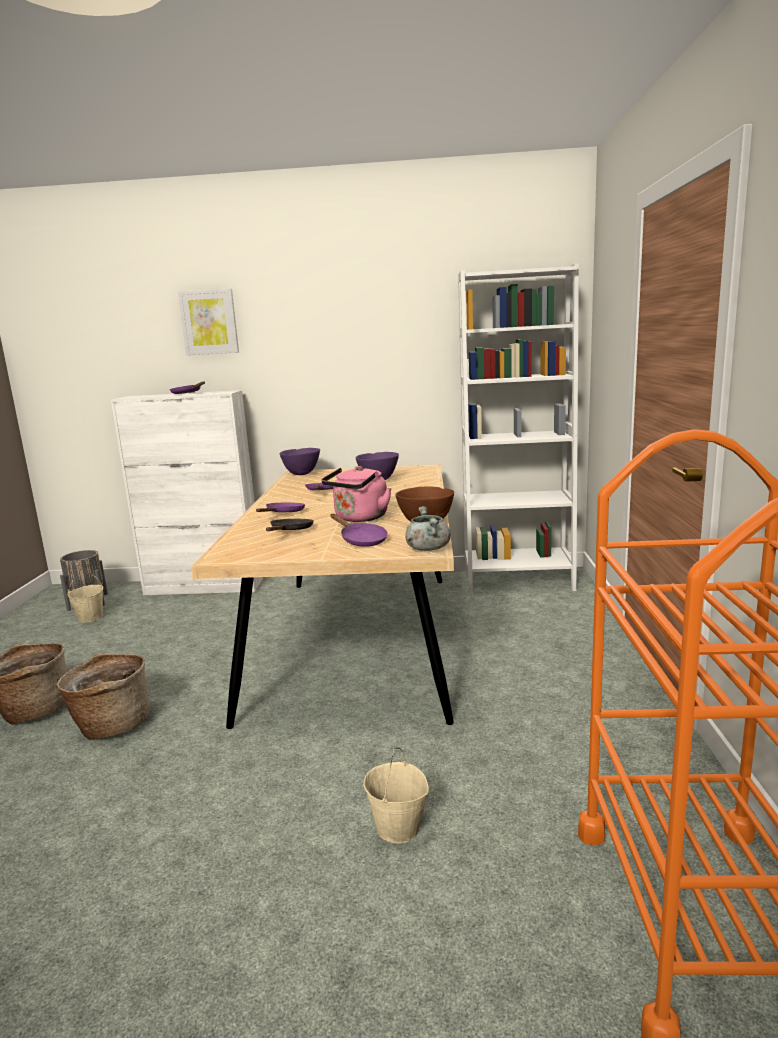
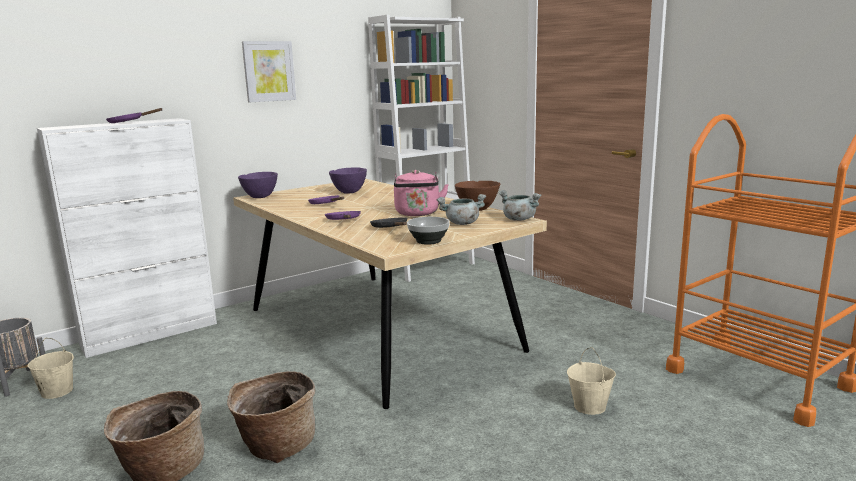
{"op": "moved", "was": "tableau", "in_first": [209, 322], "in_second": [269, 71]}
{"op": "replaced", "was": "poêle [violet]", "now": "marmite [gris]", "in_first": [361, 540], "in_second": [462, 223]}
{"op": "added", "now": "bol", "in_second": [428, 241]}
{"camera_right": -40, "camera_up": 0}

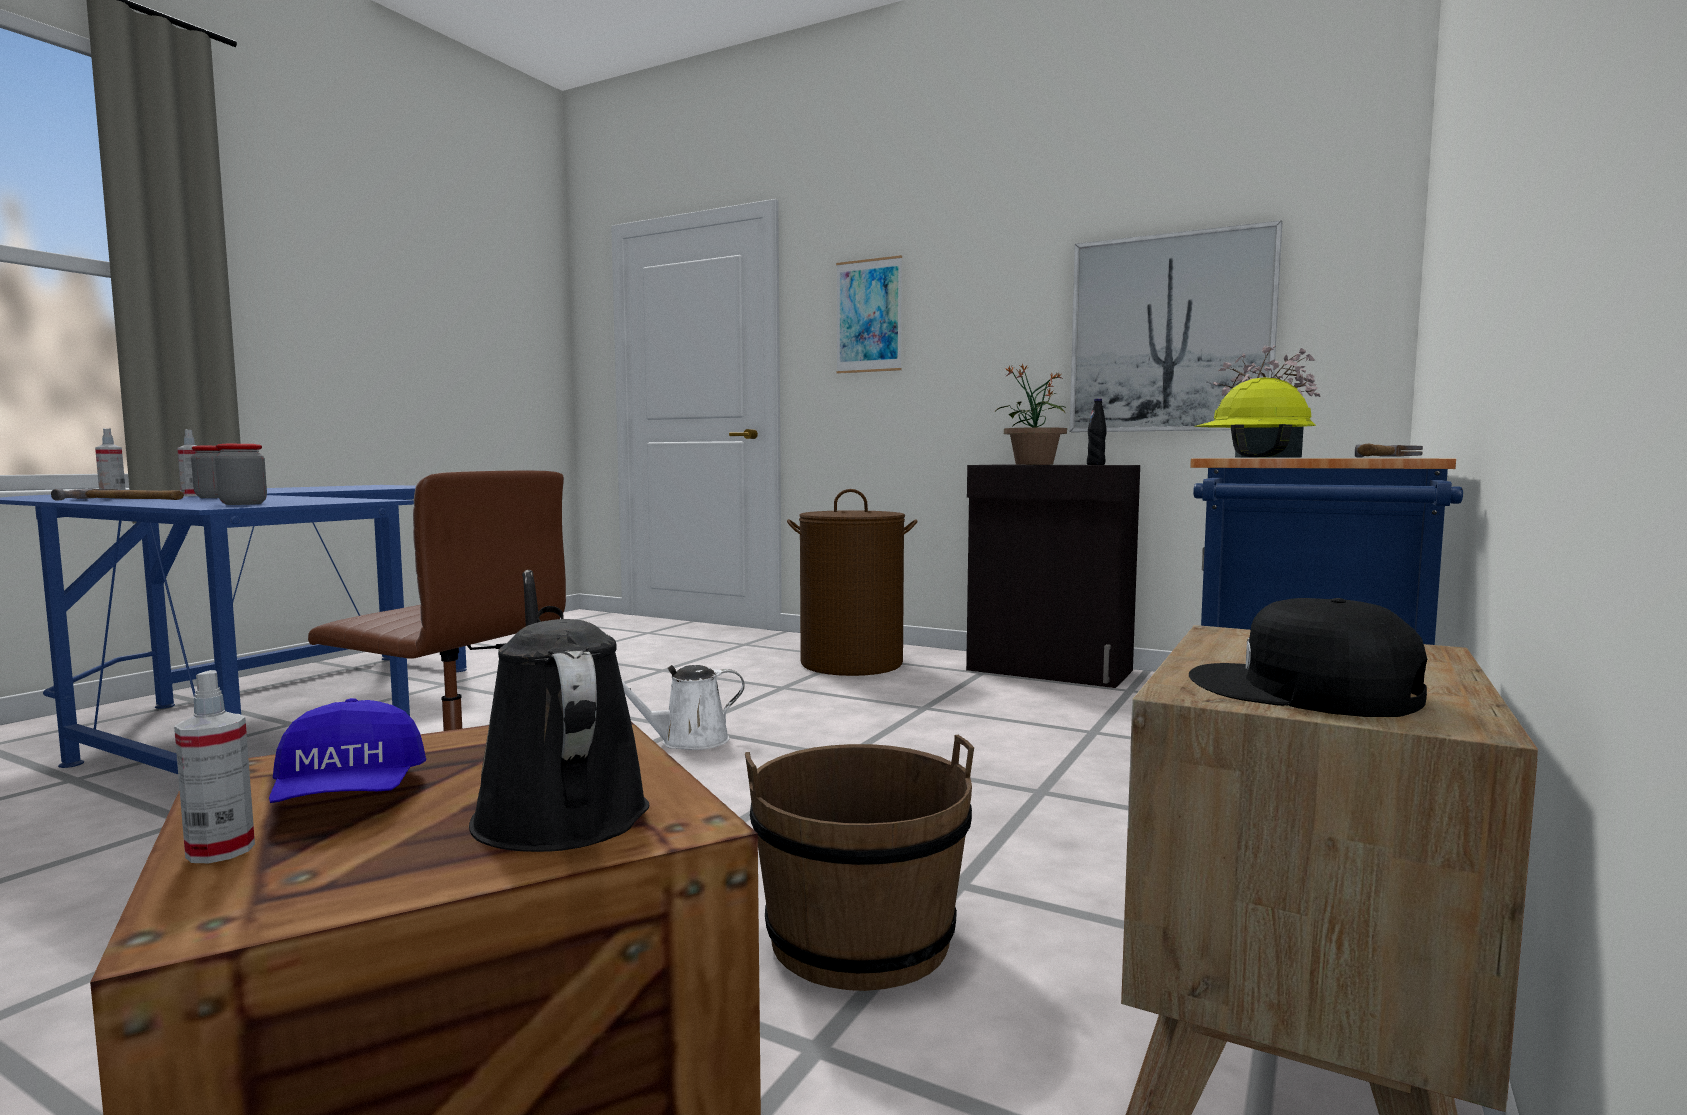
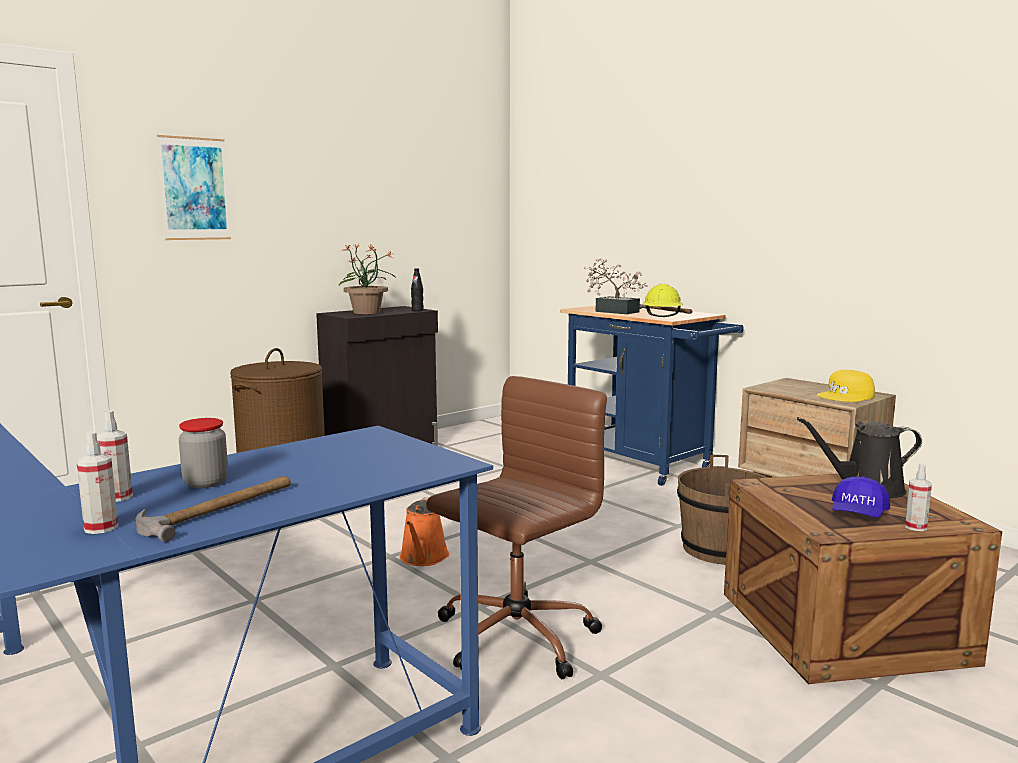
{"op": "removed", "was": "tableau", "in_first": [1170, 334]}
{"op": "removed", "was": "bocal", "in_first": [243, 504]}
{"op": "recoloured", "was": "casquette [noir]", "now": "casquette [jaune]", "in_first": [1304, 691], "in_second": [846, 396]}
{"op": "recoloured", "was": "arrosoir [blanc]", "now": "arrosoir [orange]", "in_first": [687, 741], "in_second": [423, 558]}
{"op": "turned", "was": "casquette [bleu]", "in_first": [349, 796], "in_second": [858, 515], "clockwise": 120}
{"camera_right": -70, "camera_up": 5}

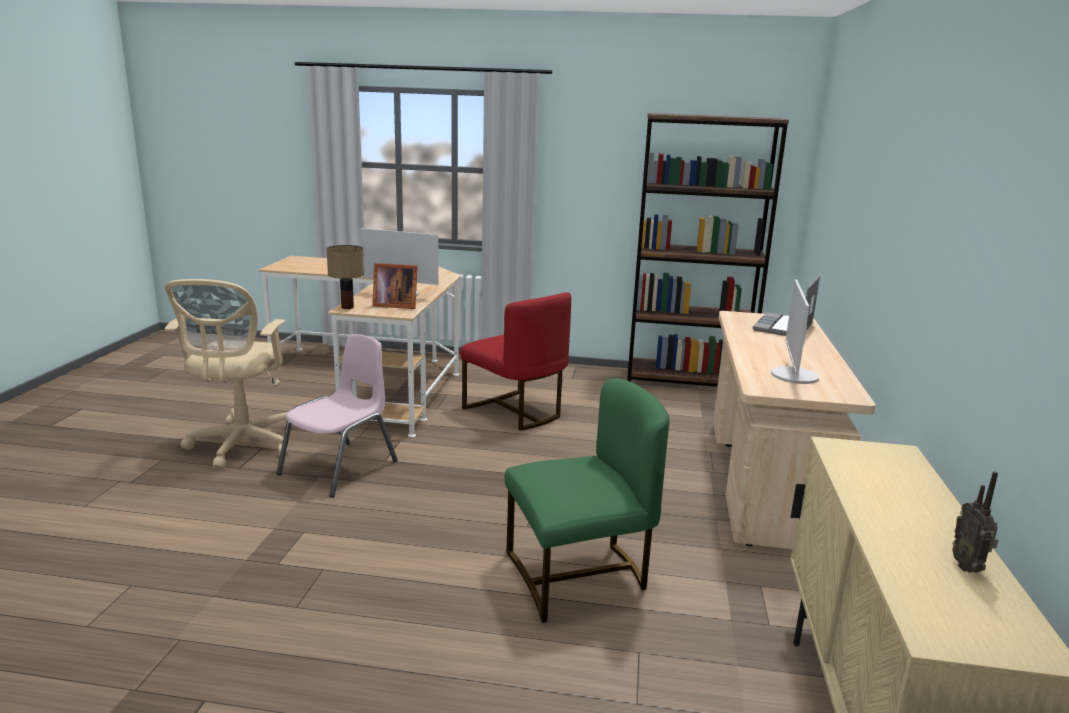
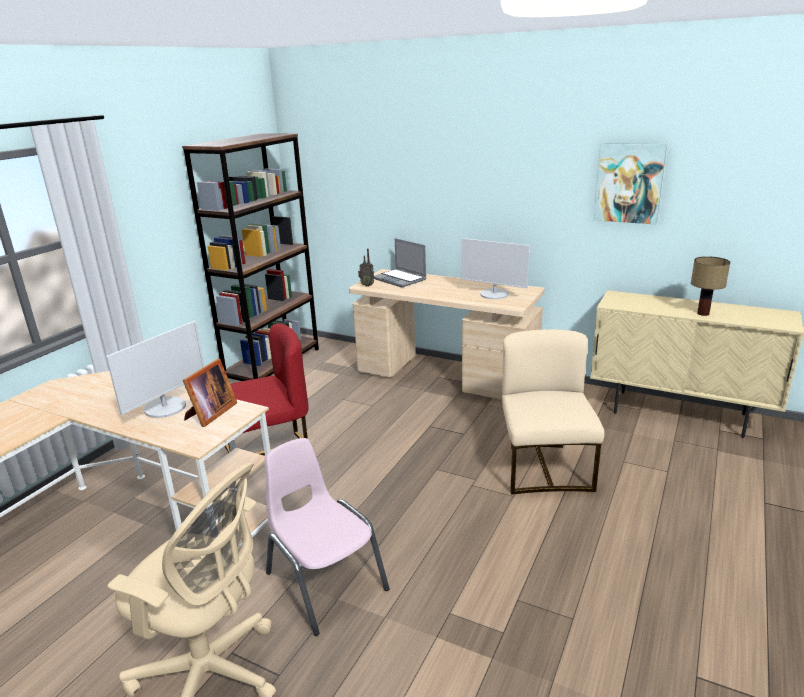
{"op": "moved", "was": "lampe de table", "in_first": [348, 307], "in_second": [703, 313]}
{"op": "recoloured", "was": "chaise [vert]", "now": "chaise [beige]", "in_first": [578, 576], "in_second": [544, 468]}
{"op": "moved", "was": "radio", "in_first": [968, 567], "in_second": [367, 285]}
{"op": "added", "now": "tableau", "in_second": [629, 183]}
{"camera_right": -70, "camera_up": 5}

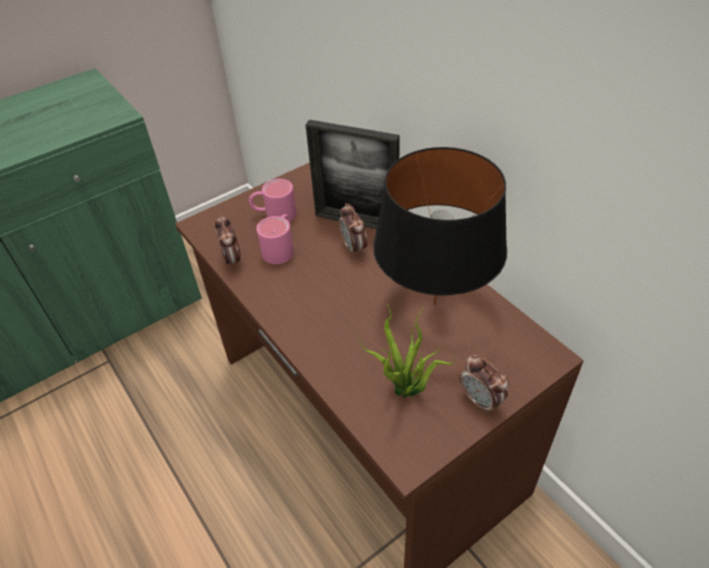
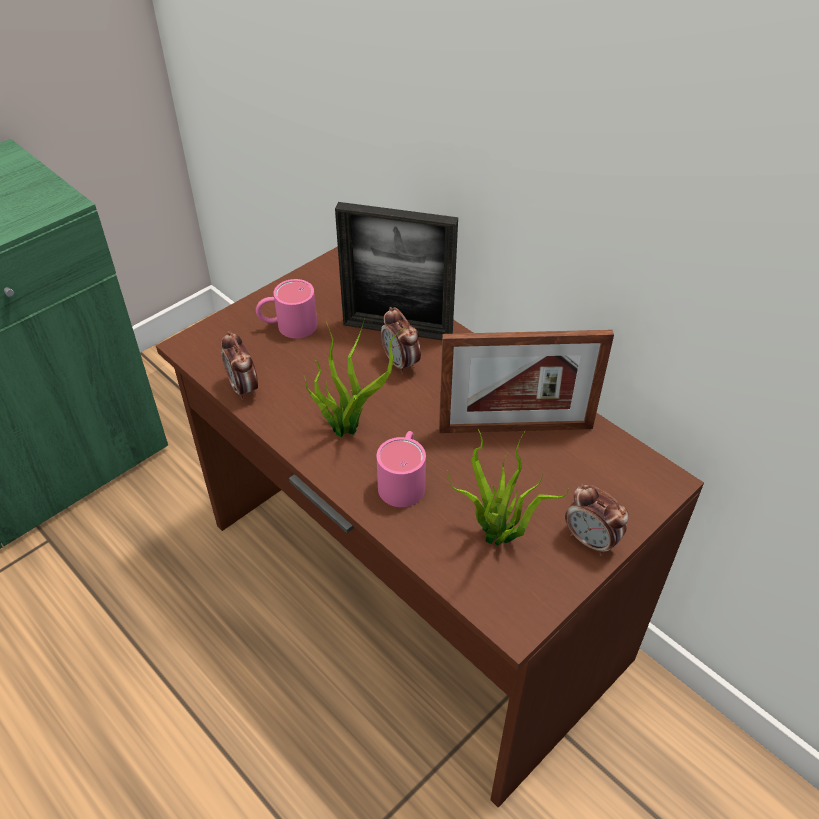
{"op": "replaced", "was": "lampe de table [noir]", "now": "cadre photo", "in_first": [435, 304], "in_second": [515, 428]}
{"op": "moved", "was": "mug [rose]", "in_first": [281, 248], "in_second": [404, 479]}
{"op": "added", "now": "plante en pot", "in_second": [349, 426]}
{"camera_right": -10, "camera_up": 0}

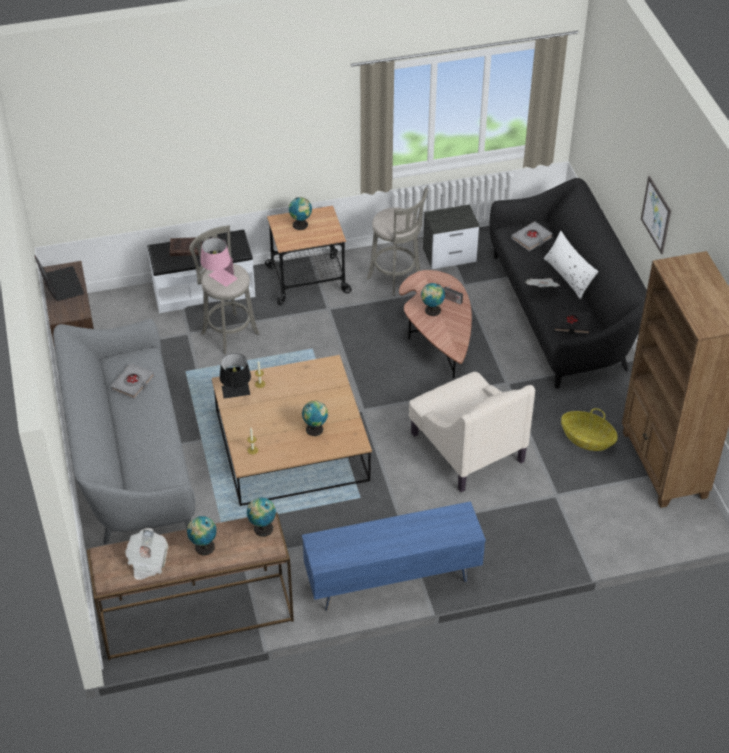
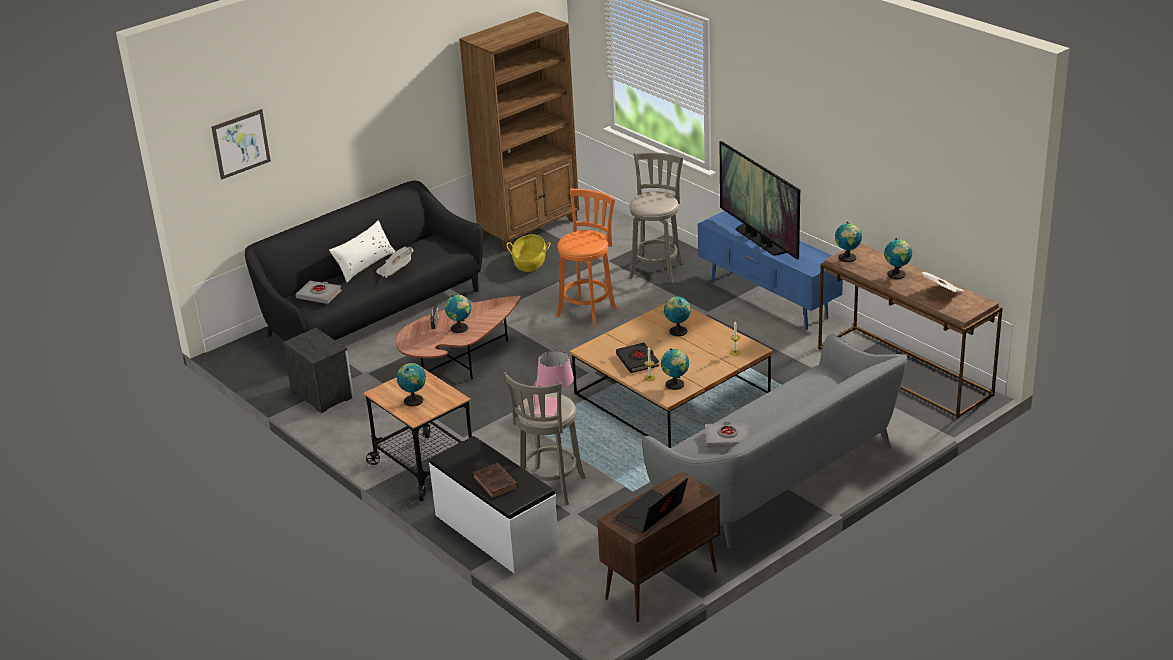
{"op": "moved", "was": "tableau", "in_first": [656, 214], "in_second": [241, 144]}
{"op": "moved", "was": "tabouret [gris]", "in_first": [396, 278], "in_second": [657, 269]}
{"op": "moved", "was": "livre [noir]", "in_first": [571, 324], "in_second": [637, 360]}
{"op": "replaced", "was": "lampe de table [noir]", "now": "globe", "in_first": [236, 394], "in_second": [676, 385]}
{"op": "replaced", "was": "fauteuil [beige]", "now": "tabouret [orange]", "in_first": [466, 446], "in_second": [588, 311]}
{"op": "added", "now": "téléviseur", "in_second": [760, 240]}
{"camera_right": -115, "camera_up": -15}

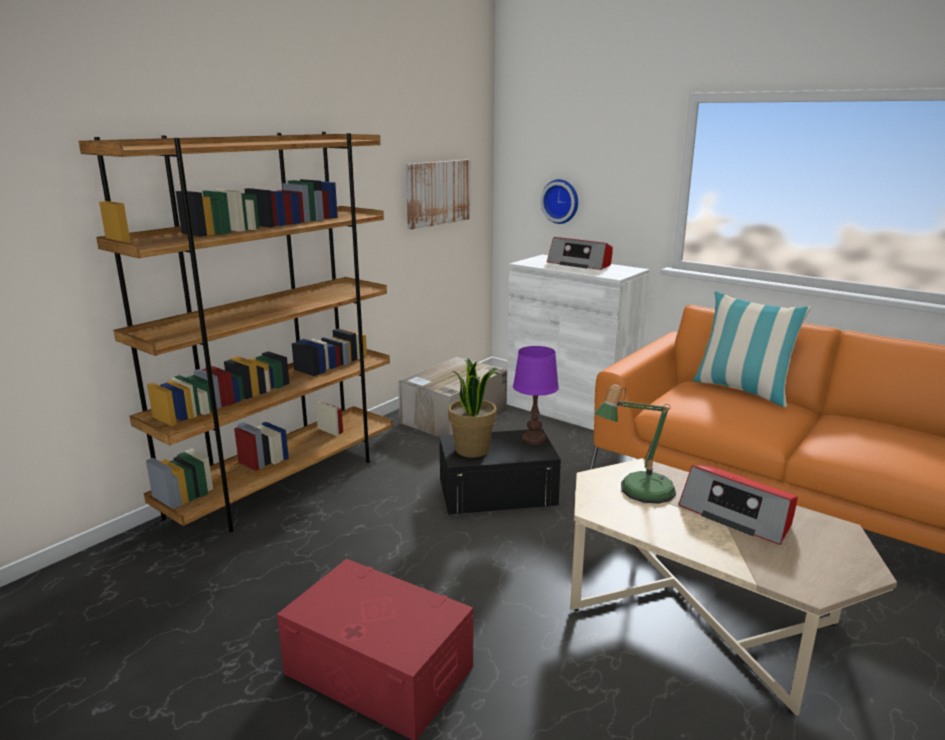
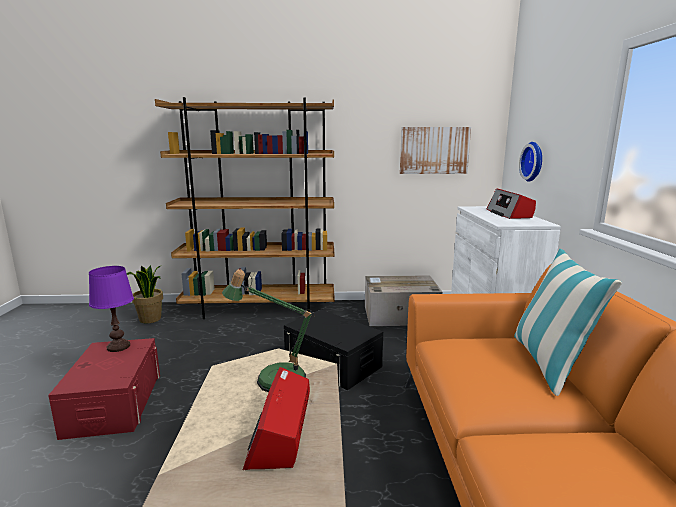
{"op": "moved", "was": "lampe de table [violet]", "in_first": [534, 439], "in_second": [118, 347]}
{"op": "moved", "was": "plante en pot", "in_first": [473, 450], "in_second": [150, 319]}
{"camera_right": 50, "camera_up": -5}

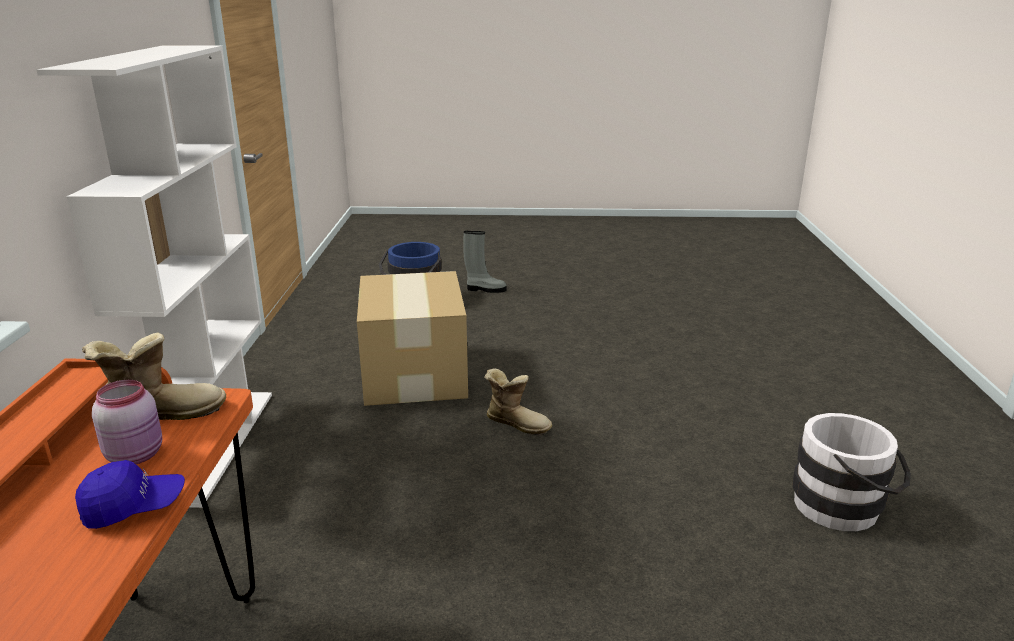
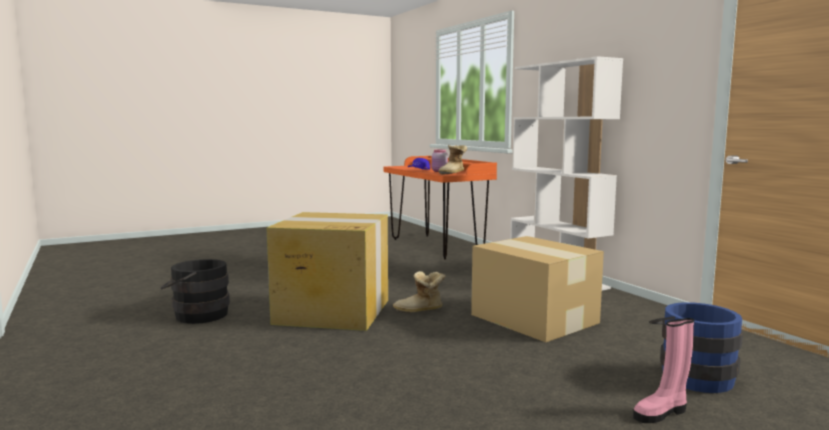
{"op": "recoloured", "was": "botte [gris]", "now": "botte [rose]", "in_first": [485, 289], "in_second": [661, 413]}
{"op": "recoloured", "was": "seau [blanc]", "now": "seau [noir]", "in_first": [844, 508], "in_second": [196, 315]}
{"op": "added", "now": "carton", "in_second": [331, 311]}
{"camera_right": 150, "camera_up": -15}

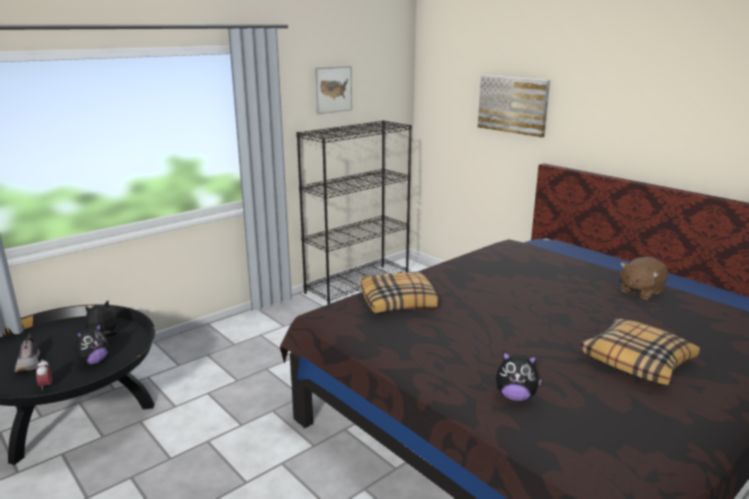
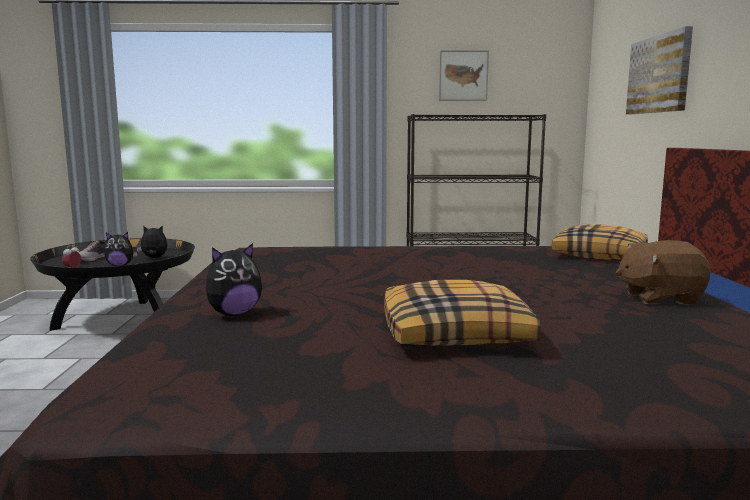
{"op": "moved", "was": "coussin", "in_first": [398, 301], "in_second": [600, 255]}
{"op": "turned", "was": "peluche", "in_first": [515, 396], "in_second": [234, 314], "clockwise": -90}
{"camera_right": 40, "camera_up": -10}

